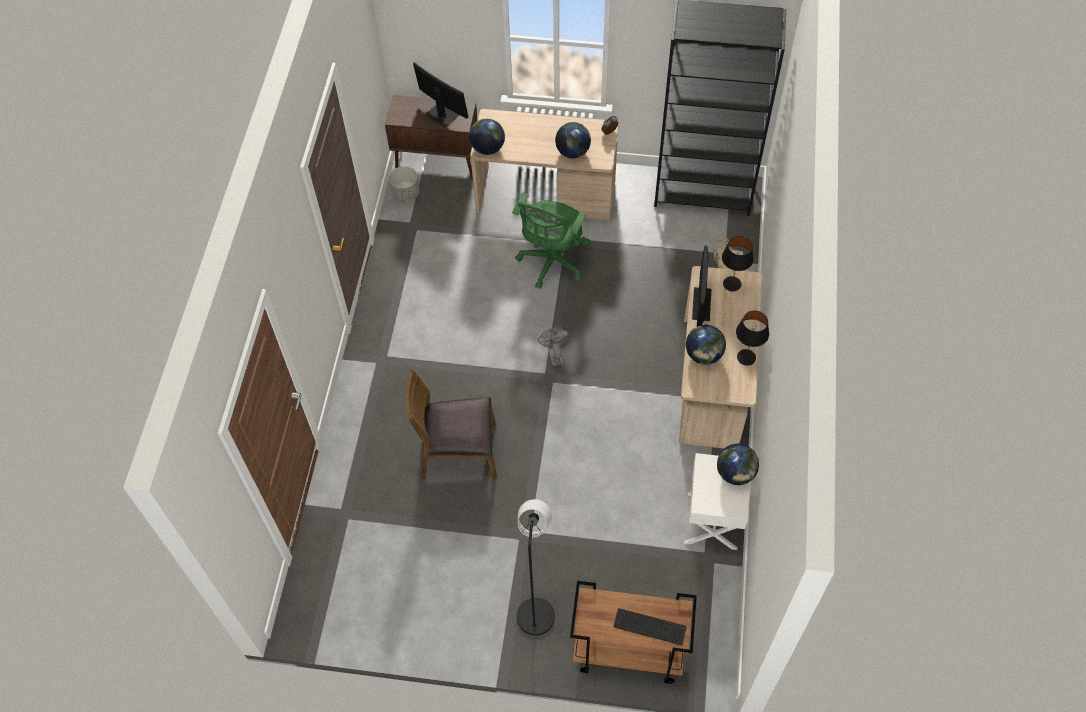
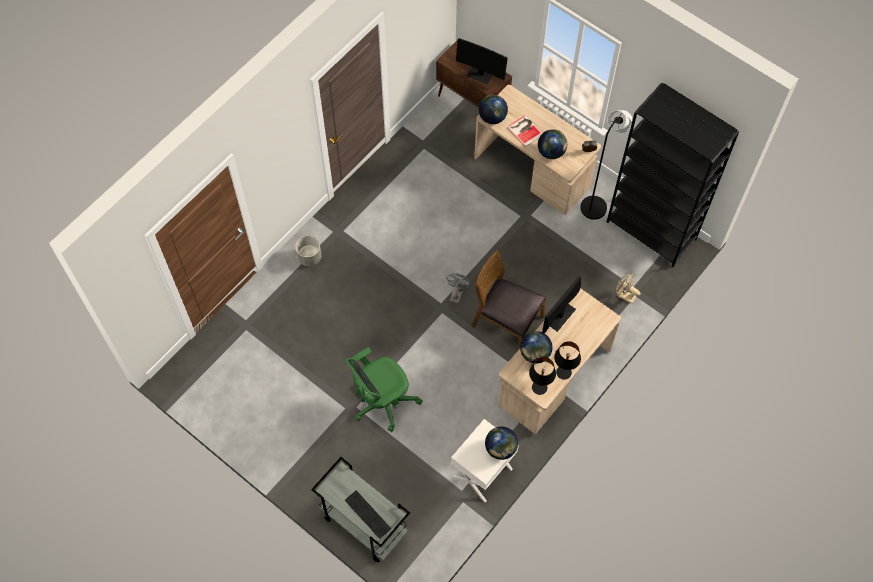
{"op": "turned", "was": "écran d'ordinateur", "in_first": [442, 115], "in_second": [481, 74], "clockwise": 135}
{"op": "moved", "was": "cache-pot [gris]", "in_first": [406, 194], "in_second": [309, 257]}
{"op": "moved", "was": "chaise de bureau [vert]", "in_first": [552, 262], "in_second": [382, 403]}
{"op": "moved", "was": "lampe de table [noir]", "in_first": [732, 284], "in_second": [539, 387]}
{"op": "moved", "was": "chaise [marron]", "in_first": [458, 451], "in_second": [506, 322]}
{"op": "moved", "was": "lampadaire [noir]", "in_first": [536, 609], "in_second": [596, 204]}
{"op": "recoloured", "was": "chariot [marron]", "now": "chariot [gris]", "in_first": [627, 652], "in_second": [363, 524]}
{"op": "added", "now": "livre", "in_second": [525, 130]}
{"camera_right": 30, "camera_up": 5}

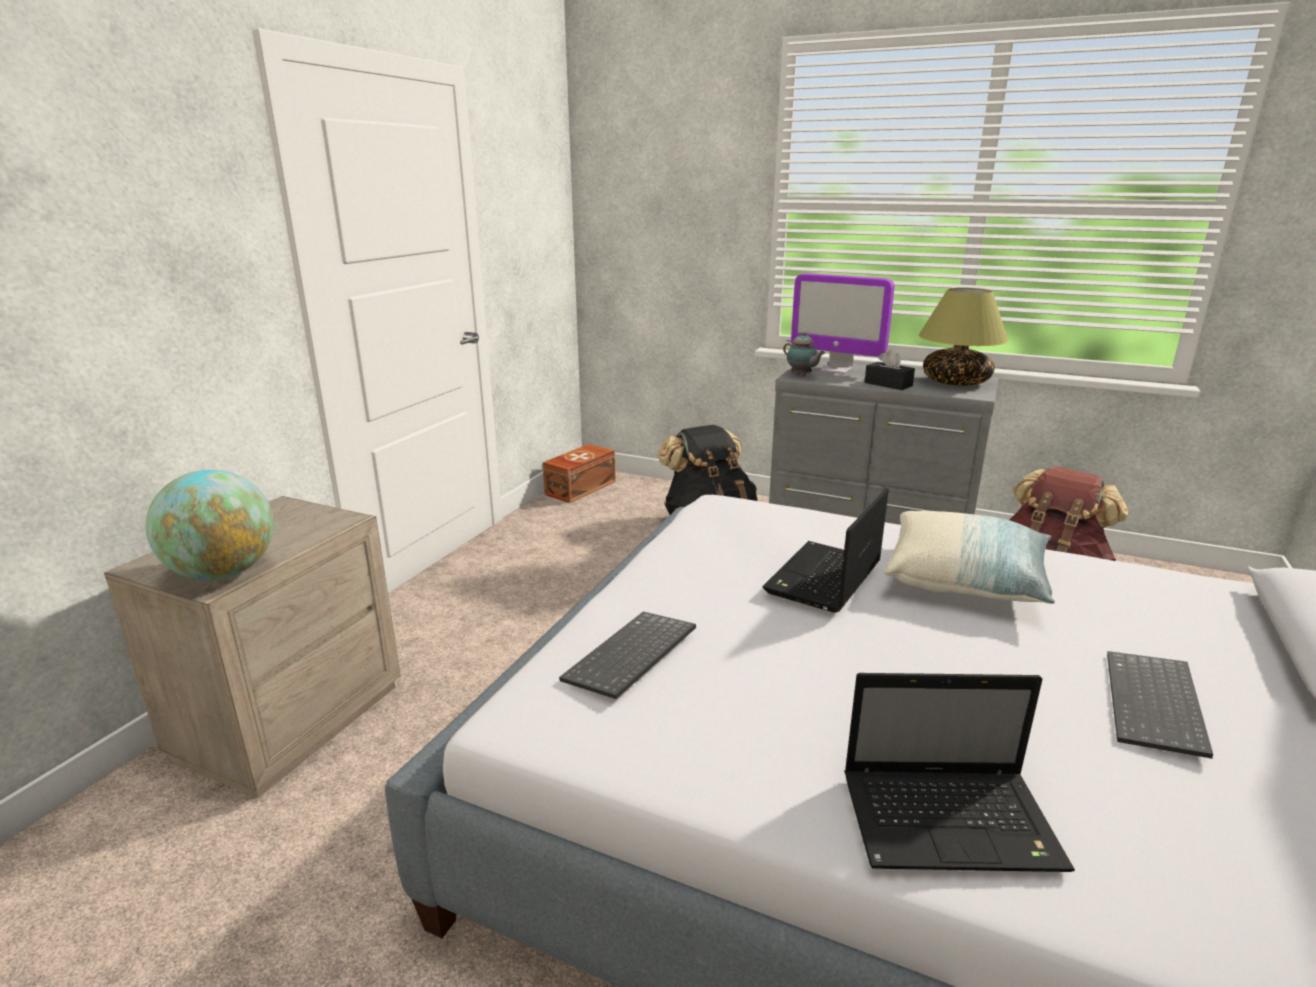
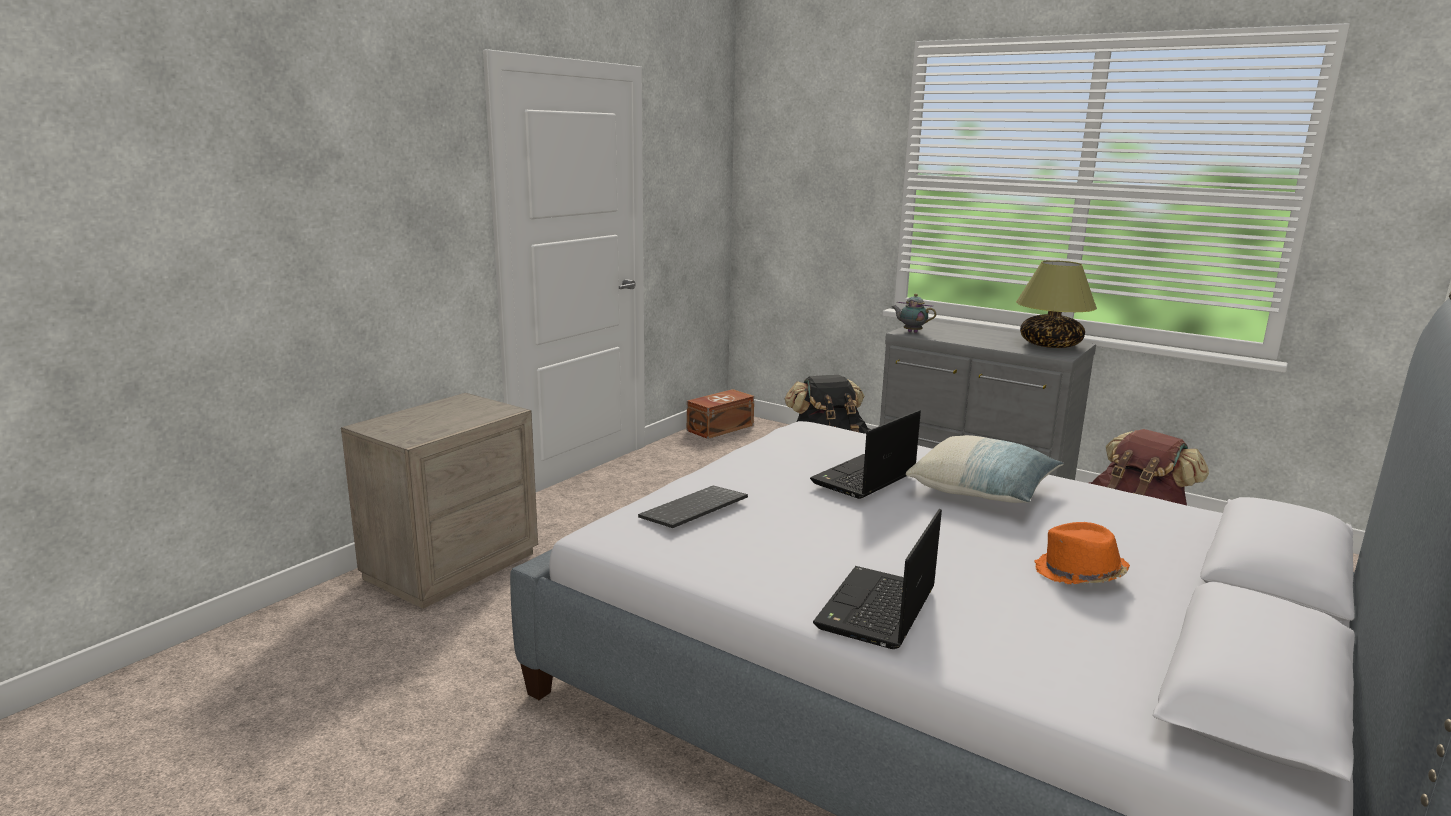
{"op": "removed", "was": "écran d'ordinateur", "in_first": [836, 369]}
{"op": "turned", "was": "théière", "in_first": [802, 375], "in_second": [911, 332], "clockwise": 150}
{"op": "removed", "was": "boîte à mouchoirs [noir]", "in_first": [888, 384]}
{"op": "removed", "was": "globe", "in_first": [223, 573]}
{"op": "replaced", "was": "clavier", "now": "chapeau [orange]", "in_first": [1156, 706], "in_second": [1079, 574]}
{"op": "turned", "was": "ordinateur portable", "in_first": [953, 821], "in_second": [876, 610], "clockwise": 105}
{"camera_right": 10, "camera_up": -5}

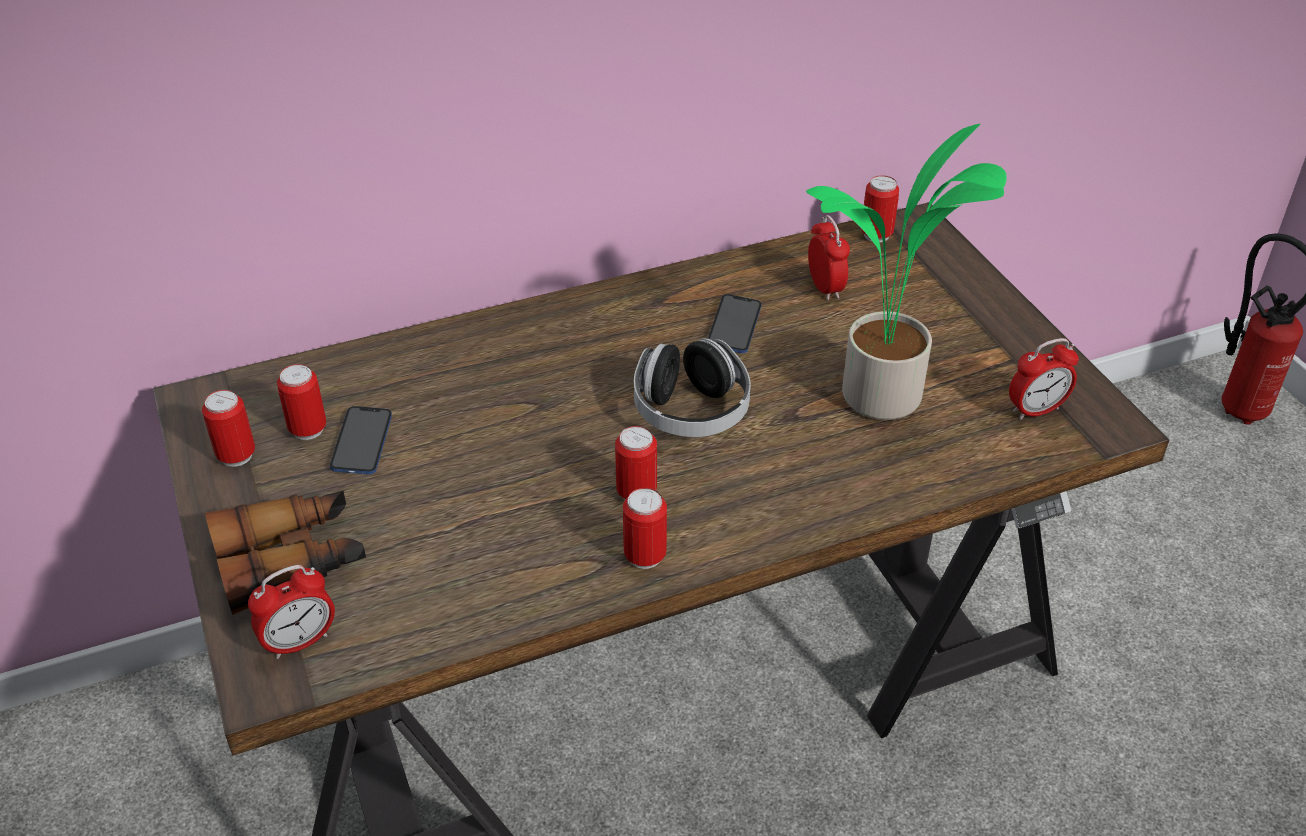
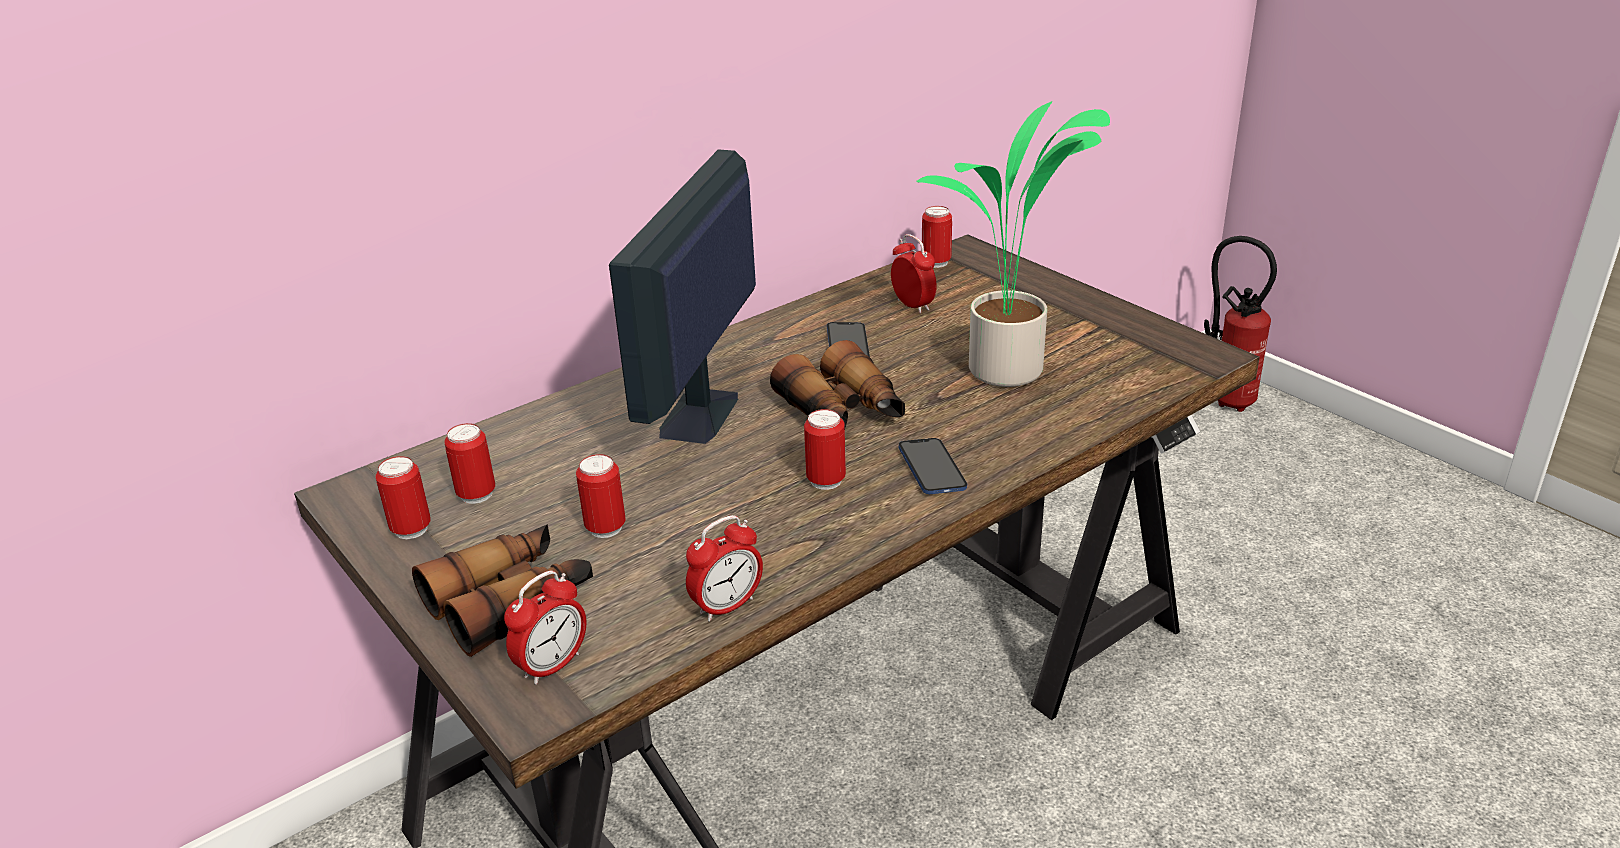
{"op": "replaced", "was": "casque audio", "now": "jumelles", "in_first": [691, 412], "in_second": [843, 412]}
{"op": "moved", "was": "réveil", "in_first": [1036, 410], "in_second": [727, 606]}
{"op": "moved", "was": "téléphone", "in_first": [362, 442], "in_second": [932, 468]}
{"op": "moved", "was": "boîte métallique", "in_first": [645, 556], "in_second": [605, 528]}
{"op": "added", "now": "écran d'ordinateur", "in_second": [699, 416]}
{"camera_right": -15, "camera_up": -10}

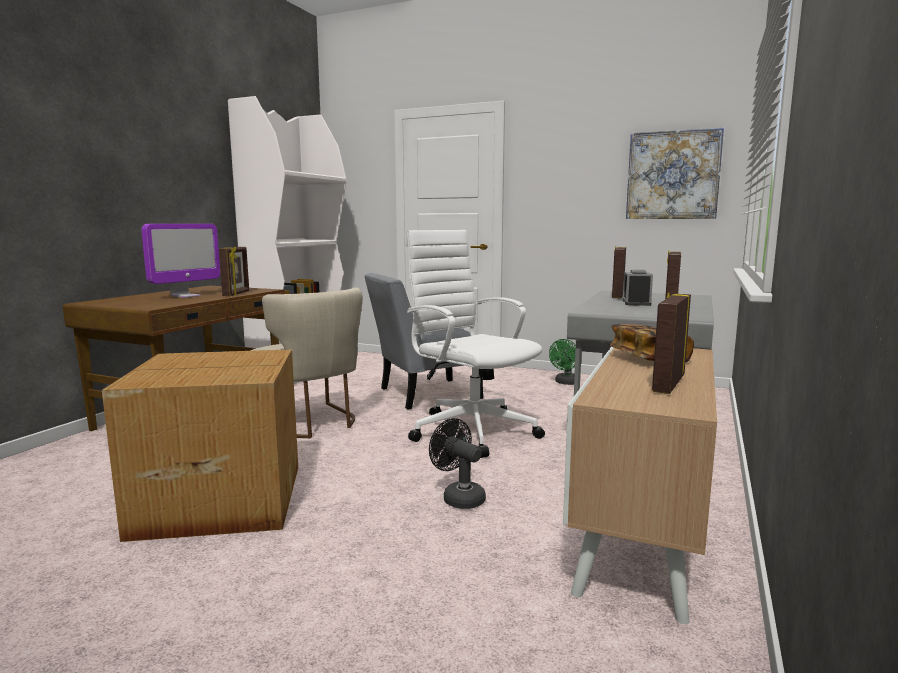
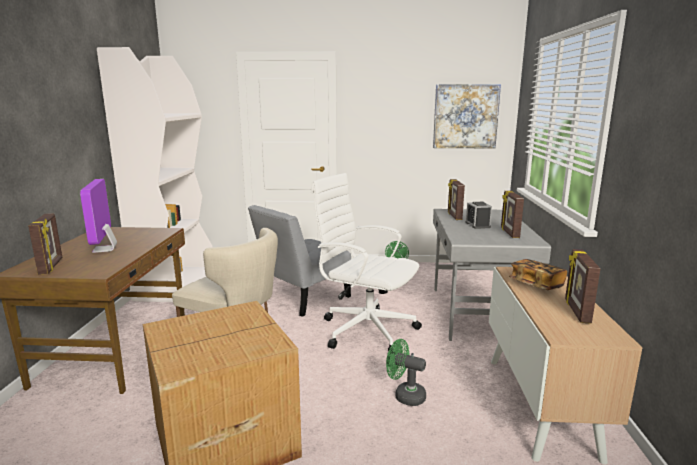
{"op": "turned", "was": "écran d'ordinateur", "in_first": [185, 296], "in_second": [105, 249], "clockwise": 150}
{"op": "moved", "was": "cadre photo", "in_first": [237, 294], "in_second": [51, 266]}
{"op": "recoloured", "was": "ventilateur [noir]", "now": "ventilateur [vert]", "in_first": [458, 497], "in_second": [405, 395]}
{"camera_right": -20, "camera_up": 5}

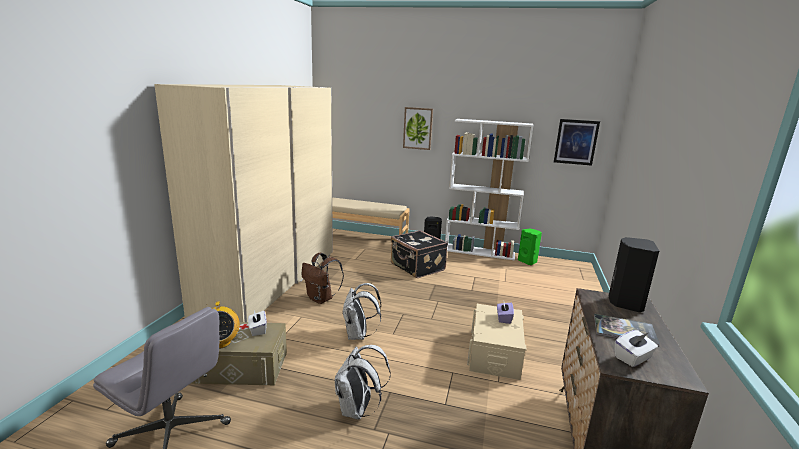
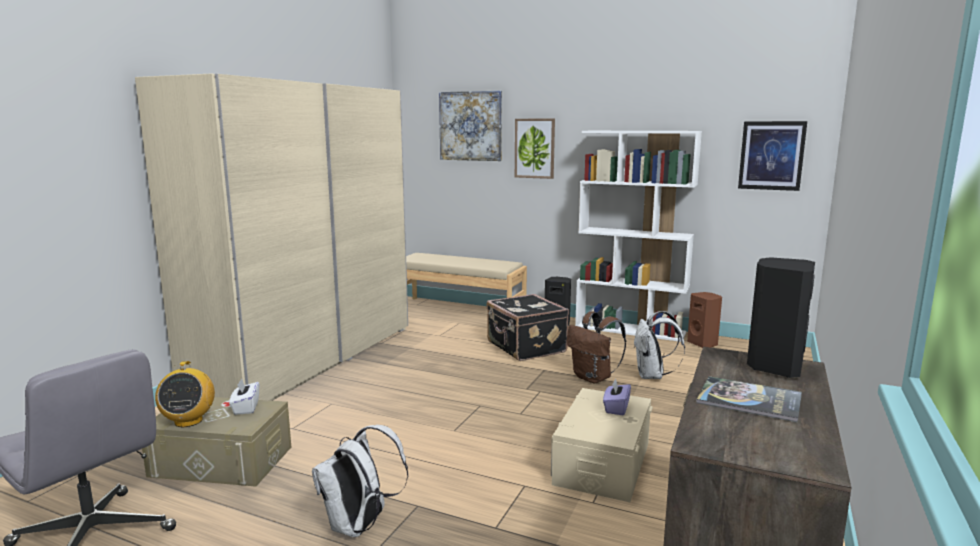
{"op": "recoloured", "was": "enceinte [vert]", "now": "enceinte [marron]", "in_first": [527, 261], "in_second": [703, 344]}
{"op": "moved", "was": "sac à dos [marron]", "in_first": [321, 299], "in_second": [594, 378]}
{"op": "moved", "was": "sac à dos [blanc]", "in_first": [358, 335], "in_second": [652, 376]}
{"op": "removed", "was": "boîte à mouchoirs [blanc]", "in_first": [633, 358]}
{"op": "added", "now": "tableau", "in_second": [471, 126]}
{"camera_right": 10, "camera_up": -5}

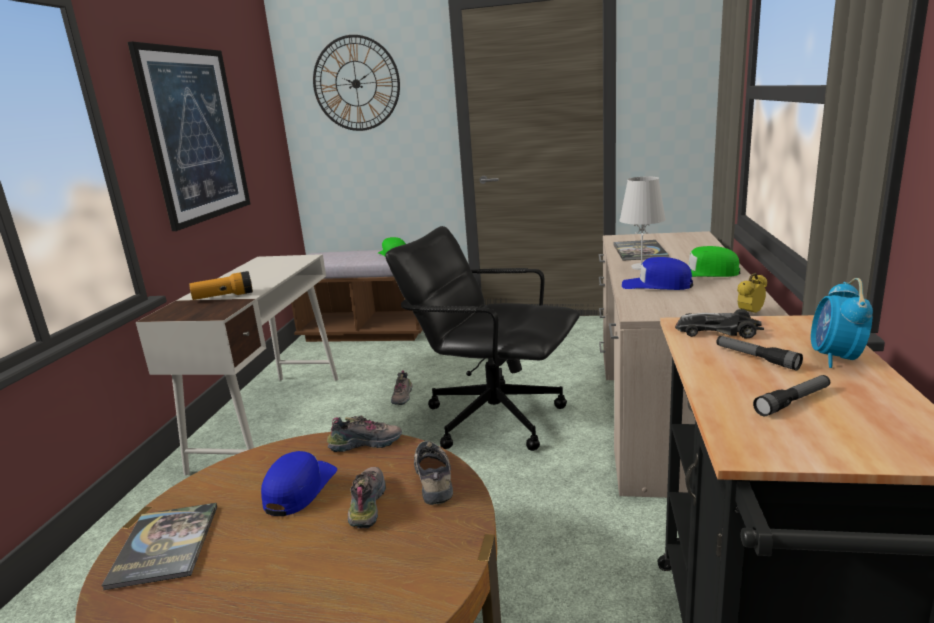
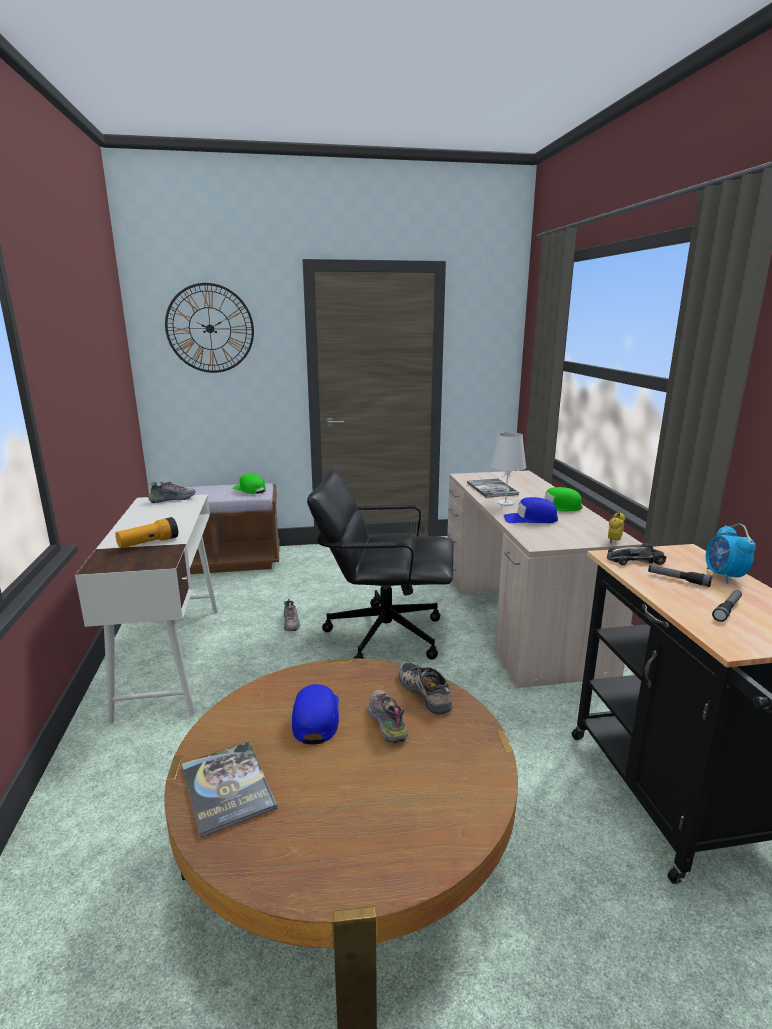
{"op": "removed", "was": "tableau", "in_first": [195, 135]}
{"op": "moved", "was": "chaussure", "in_first": [366, 443], "in_second": [172, 499]}
{"camera_right": -20, "camera_up": 0}

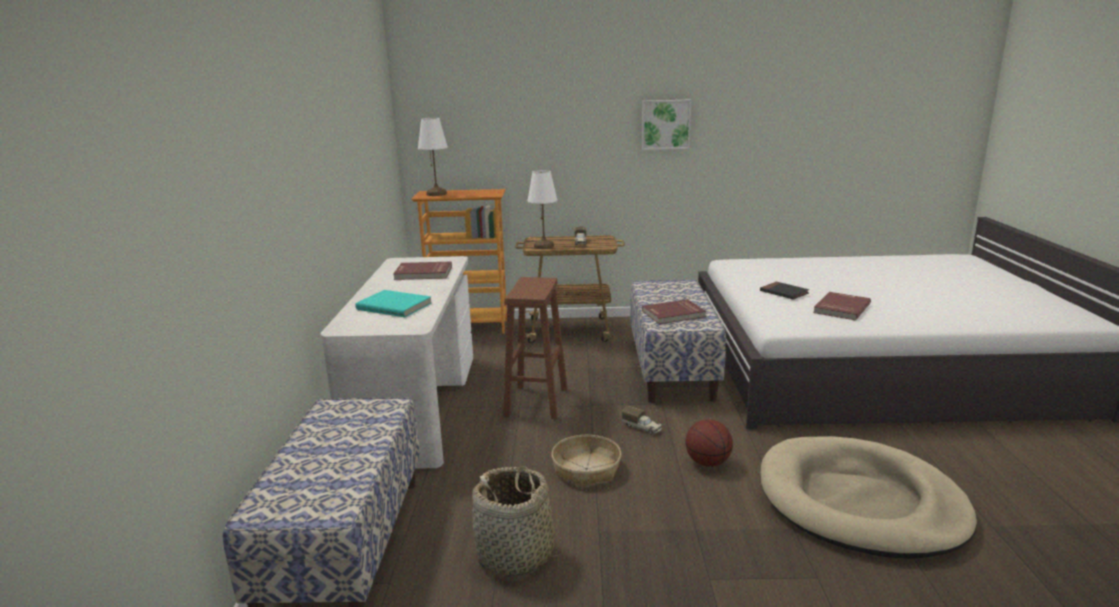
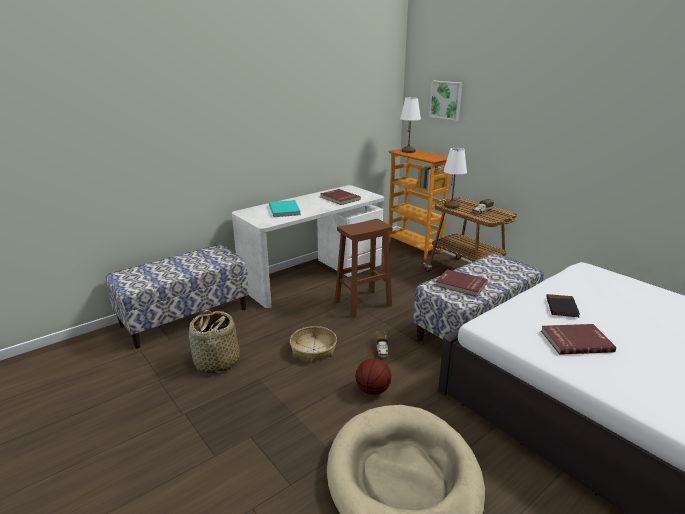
{"op": "moved", "was": "tableau", "in_first": [665, 124], "in_second": [446, 100]}
{"camera_right": 50, "camera_up": 5}

